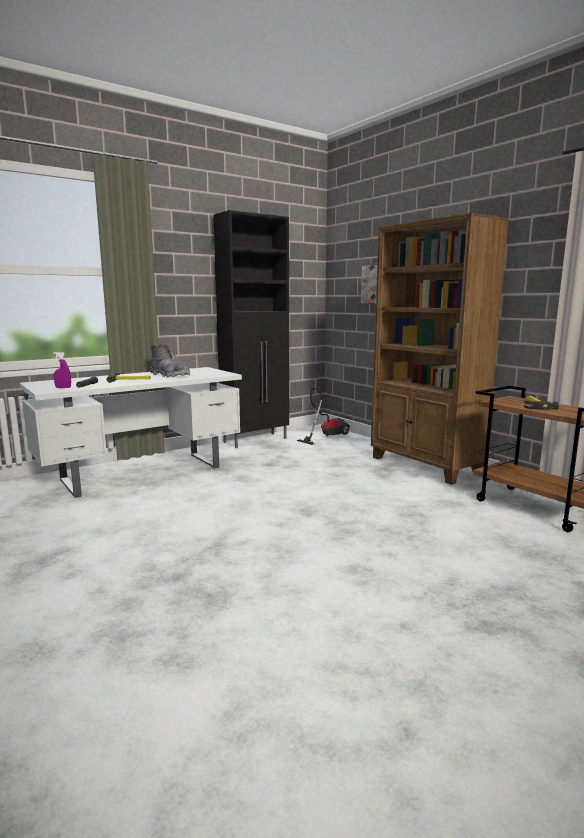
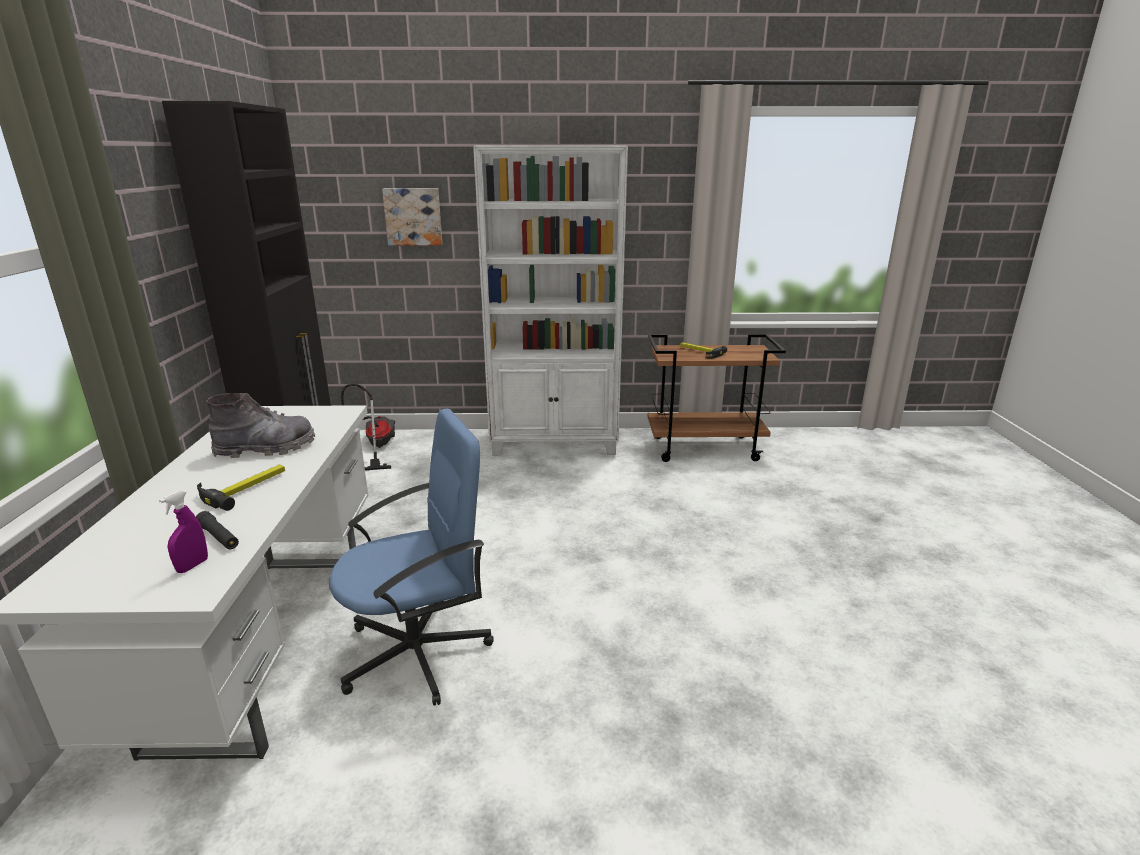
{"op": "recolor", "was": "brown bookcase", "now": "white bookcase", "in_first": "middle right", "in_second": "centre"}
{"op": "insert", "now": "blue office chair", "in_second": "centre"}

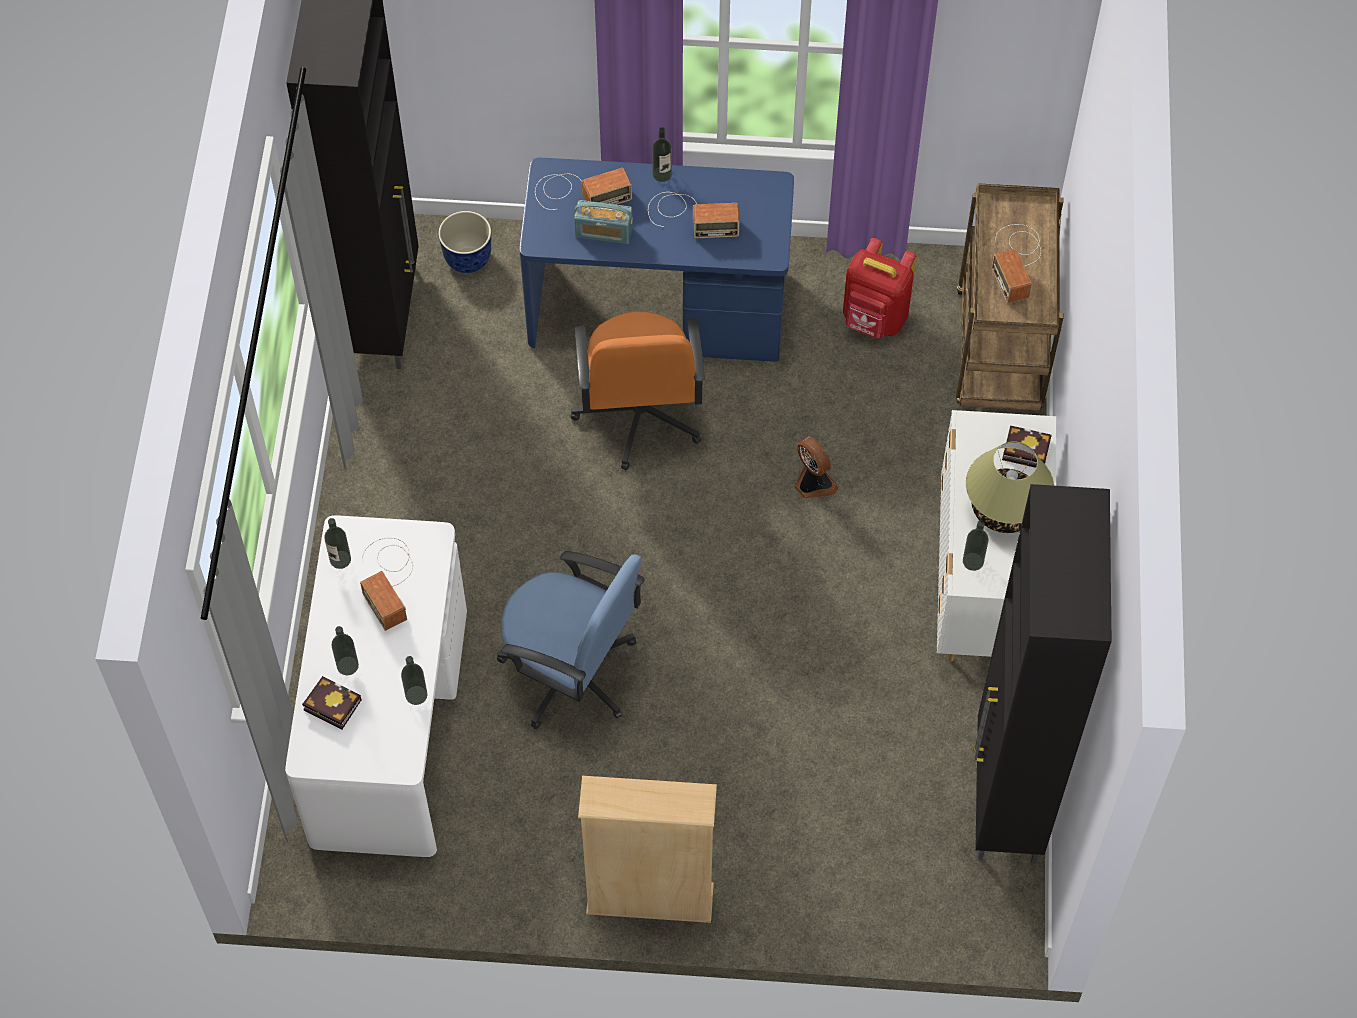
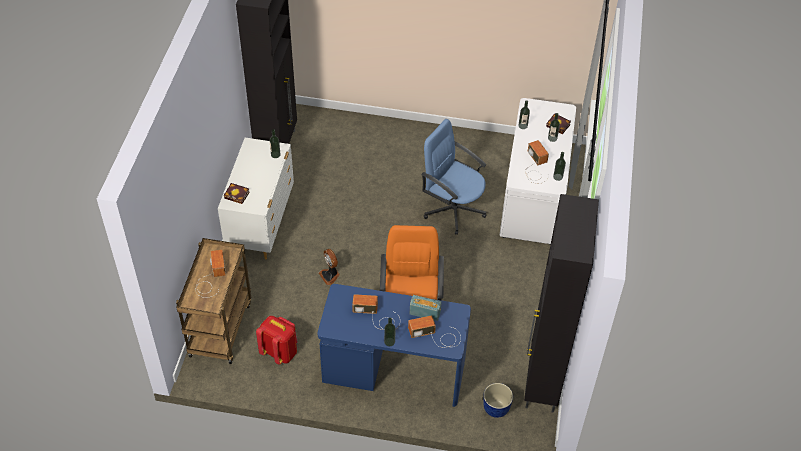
{"op": "delete", "was": "beige bookcase", "in_first": "bottom centre"}
{"op": "delete", "was": "table lamp", "in_first": "middle right"}

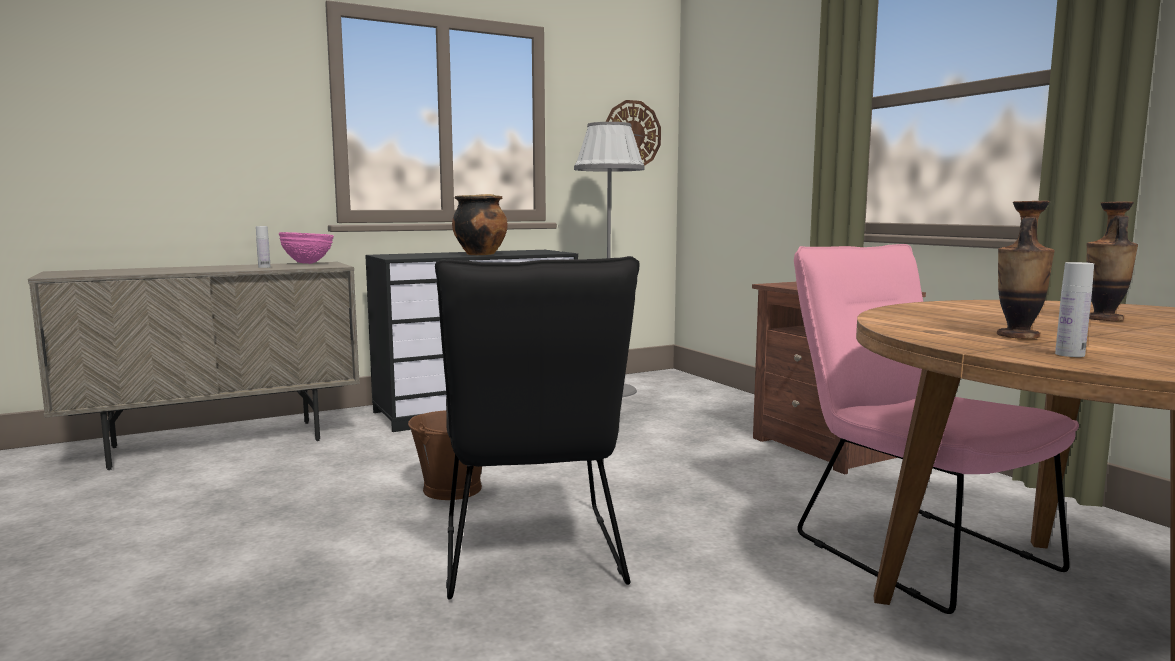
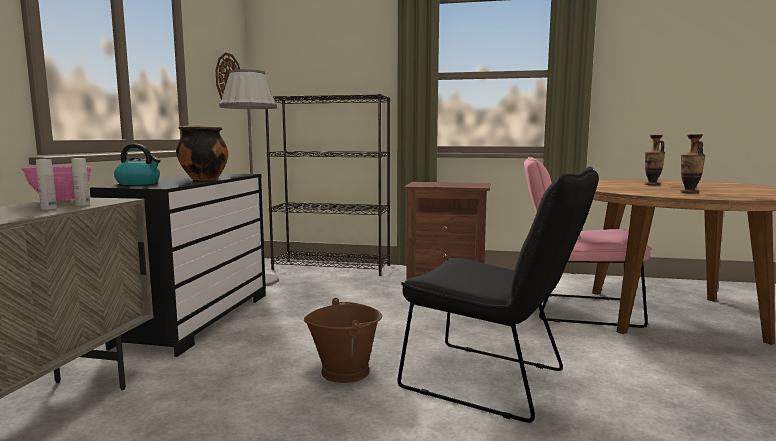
{"op": "move", "was": "white bottle (2nd from left)", "in_first": "middle right", "in_second": "middle left"}
{"op": "insert", "now": "kettle", "in_second": "middle left"}
{"op": "insert", "now": "black bookcase", "in_second": "centre"}

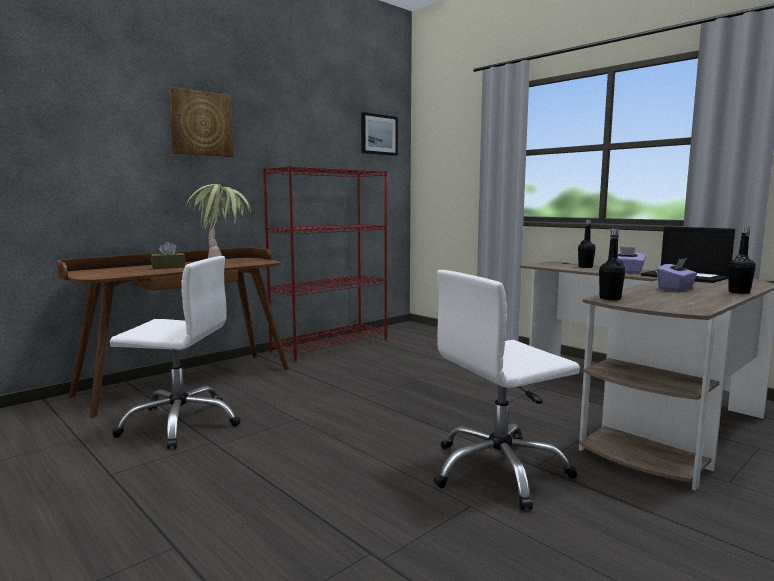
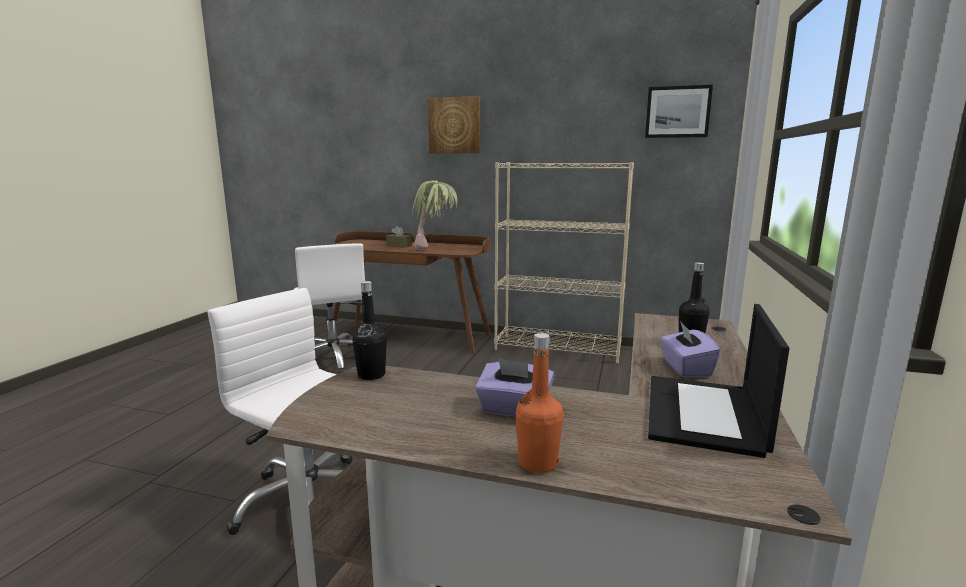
{"op": "recolor", "was": "red bookcase", "now": "beige bookcase", "in_first": "centre", "in_second": "centre"}
{"op": "recolor", "was": "black bottle (3rd from left)", "now": "orange bottle", "in_first": "middle right", "in_second": "bottom centre"}

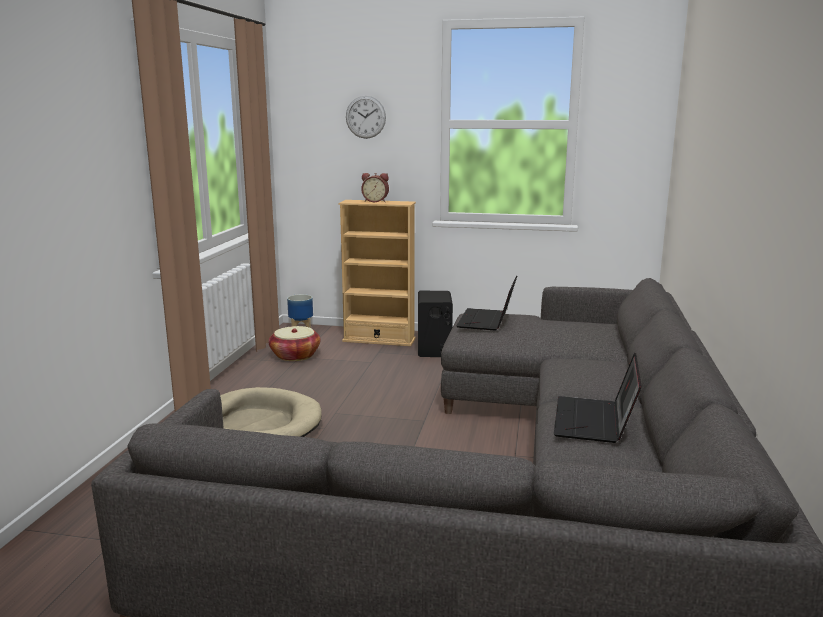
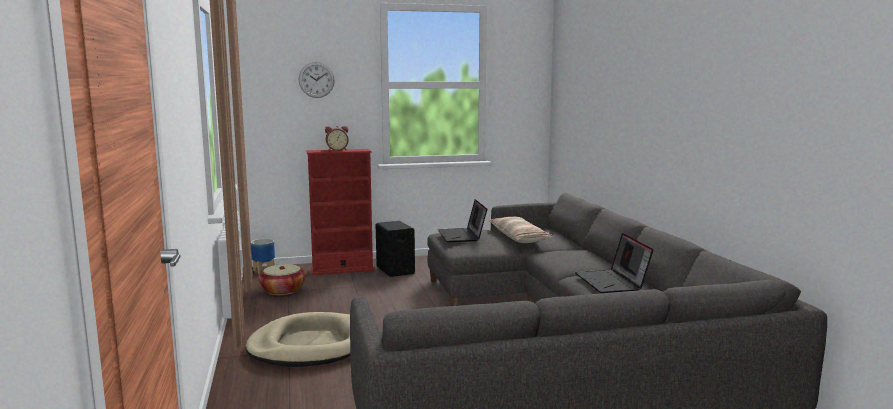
{"op": "recolor", "was": "beige bookcase", "now": "red bookcase", "in_first": "centre", "in_second": "centre"}
{"op": "insert", "now": "pillow", "in_second": "centre"}

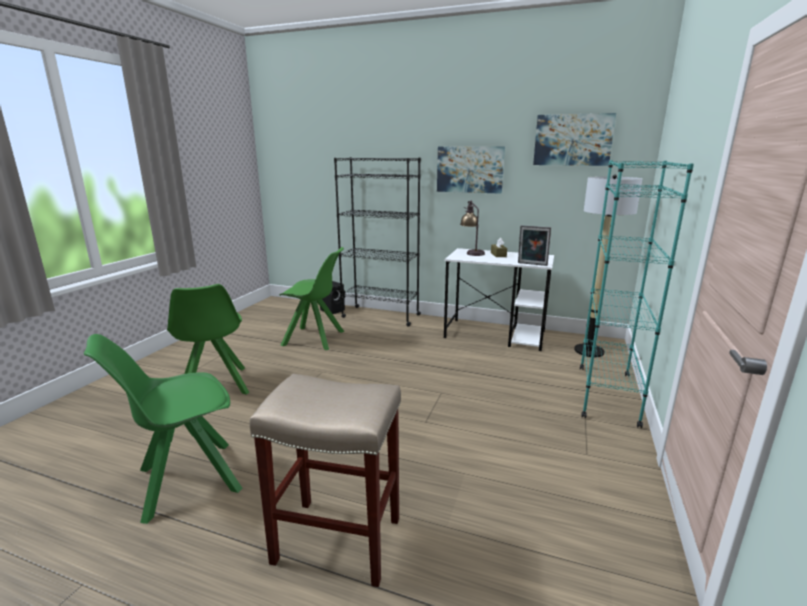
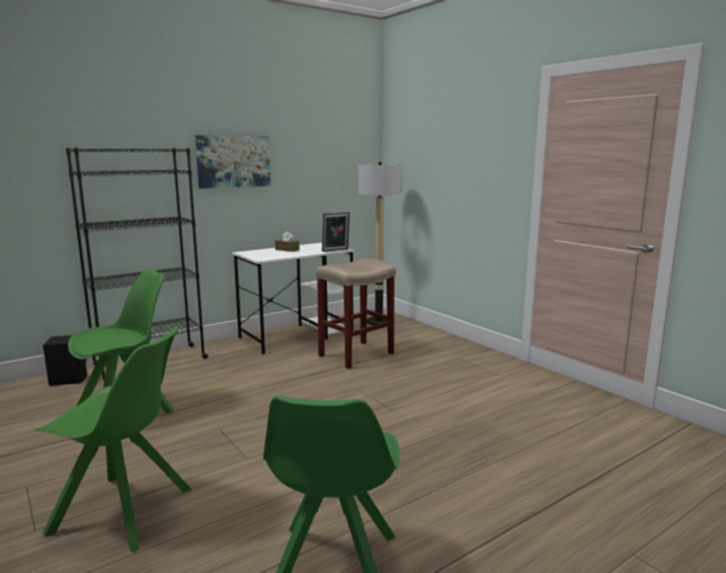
{"op": "move", "was": "beige stool", "in_first": "bottom centre", "in_second": "centre"}
{"op": "delete", "was": "table lamp", "in_first": "centre"}
{"op": "delete", "was": "picture (2nd from left)", "in_first": "top right"}
{"op": "delete", "was": "turquoise bookcase", "in_first": "middle right"}

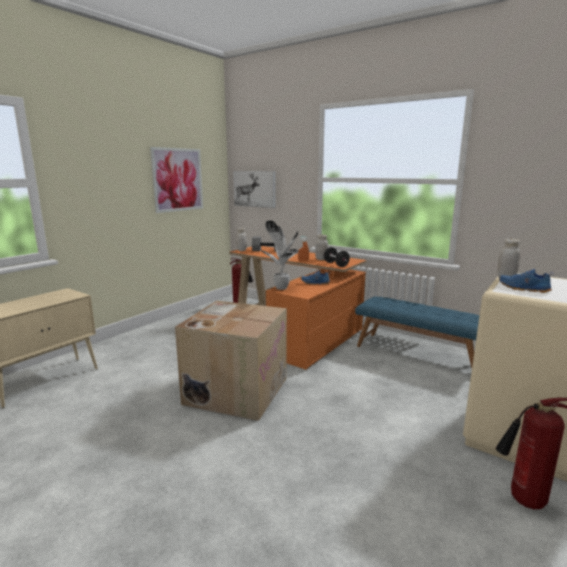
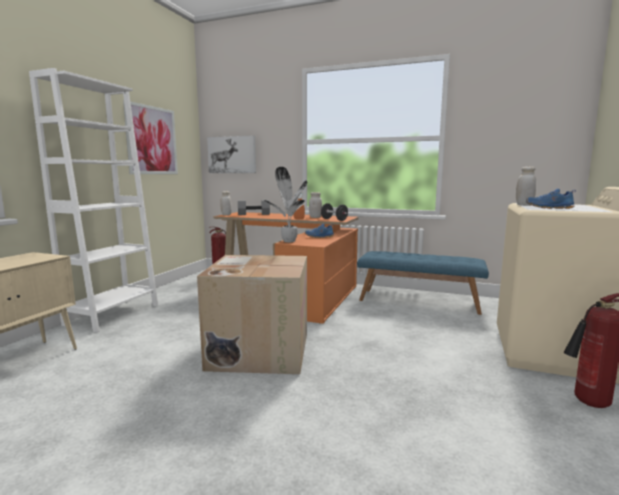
{"op": "insert", "now": "white bookcase", "in_second": "middle left"}

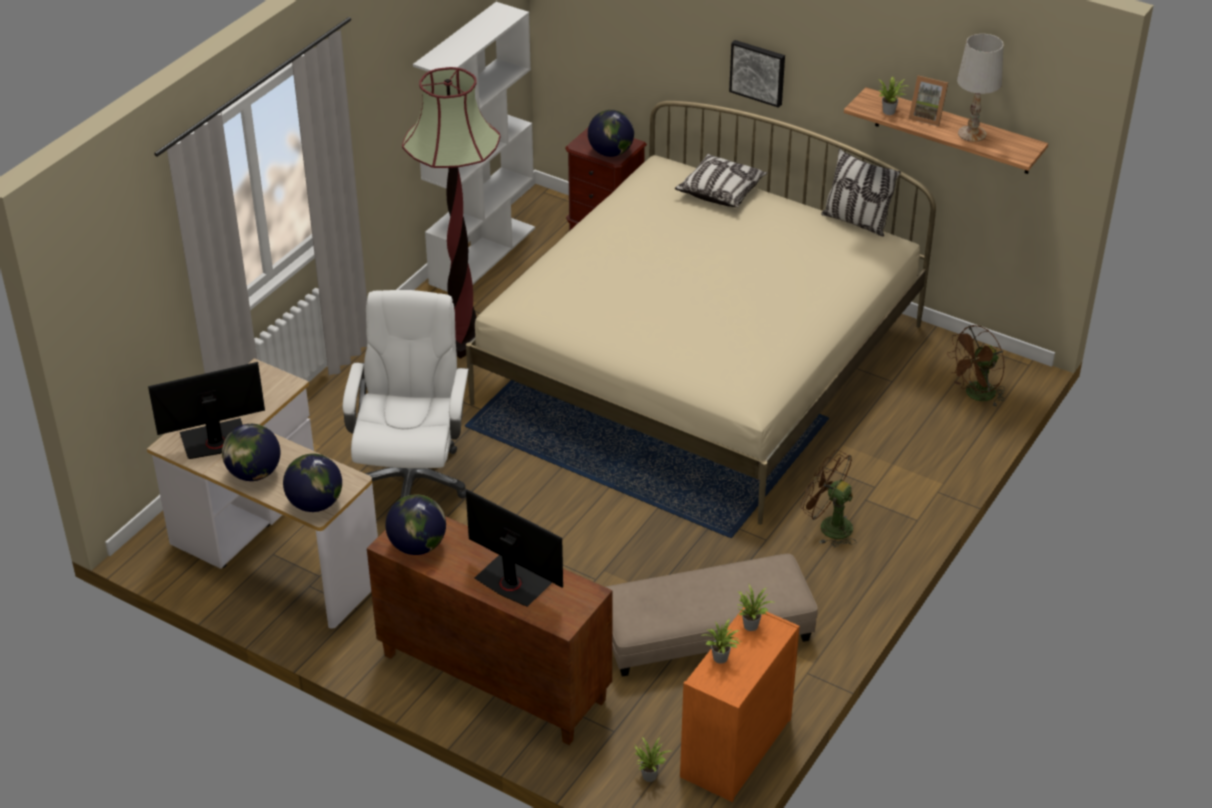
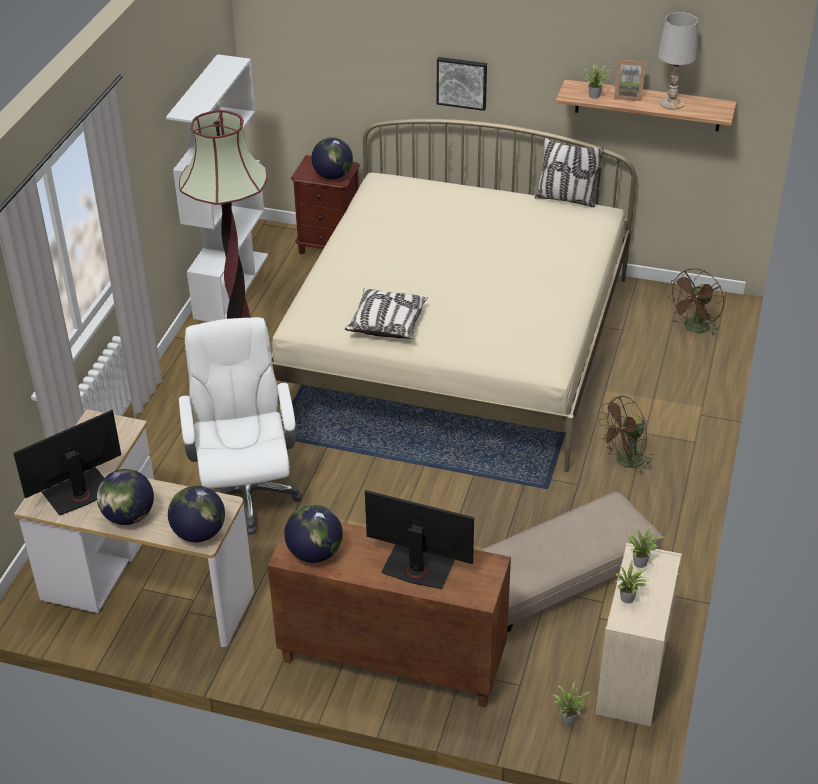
{"op": "move", "was": "pillow (1st from left)", "in_first": "top centre", "in_second": "centre"}
{"op": "recolor", "was": "orange dresser", "now": "beige dresser", "in_first": "bottom centre", "in_second": "bottom right"}
{"op": "rotate", "was": "brown fan (1st from left)", "in_first": "middle right", "in_second": "middle right", "clockwise": -45}

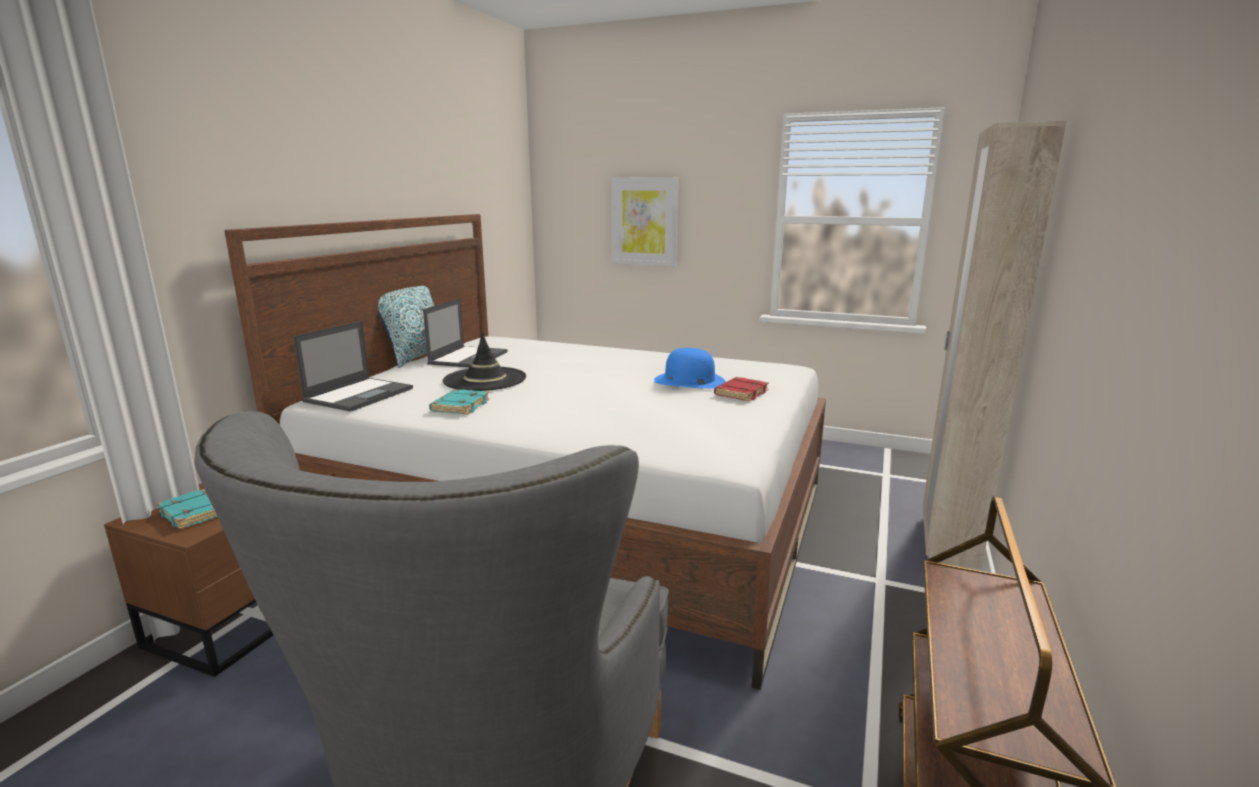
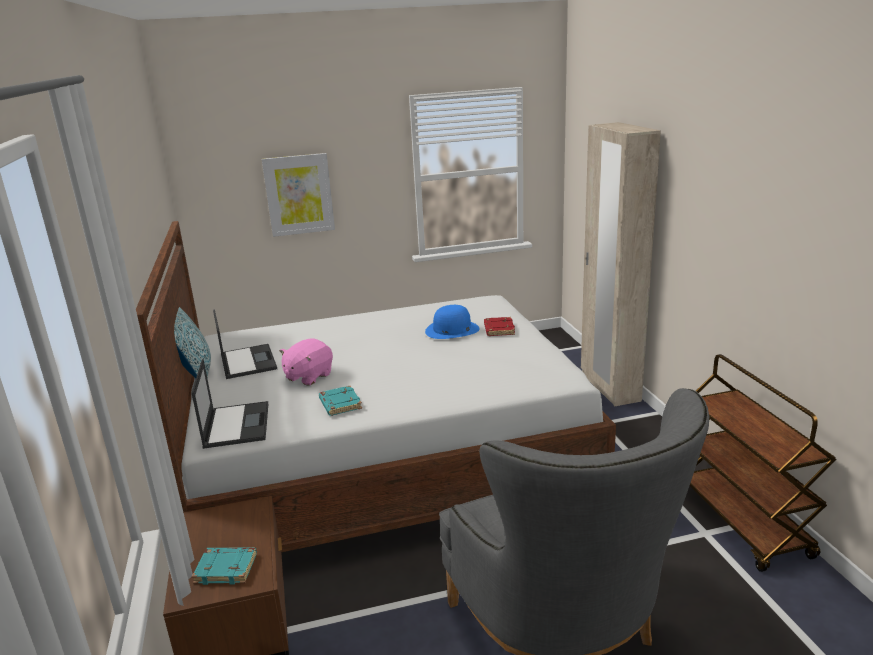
{"op": "replace", "was": "black hat", "now": "pink plush toy", "in_first": "centre", "in_second": "centre"}

